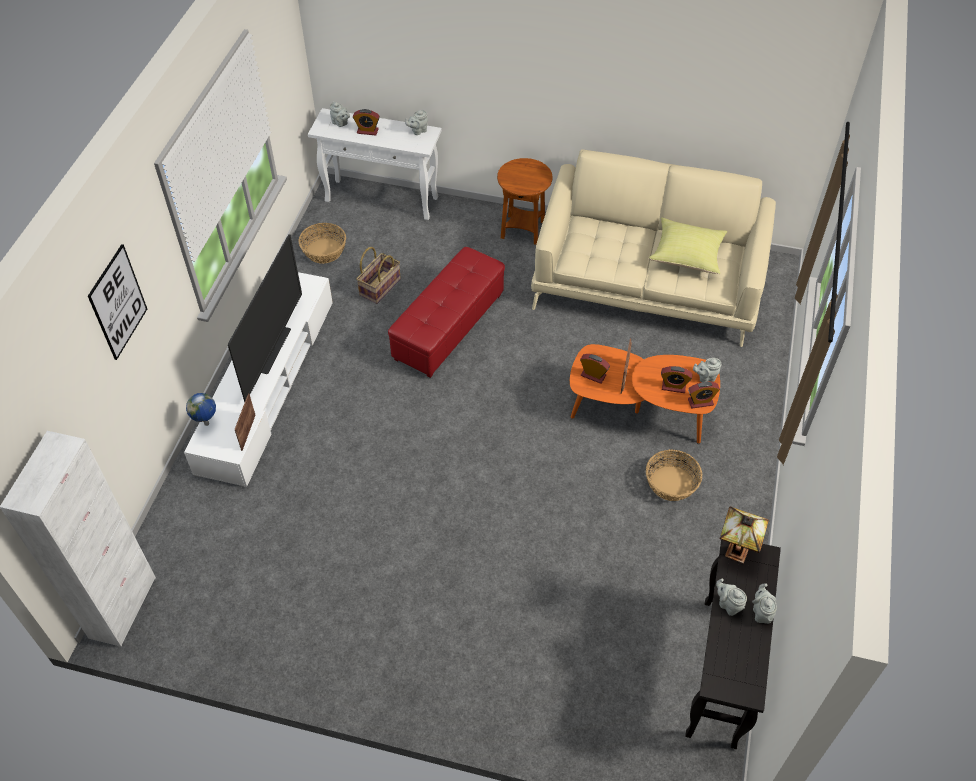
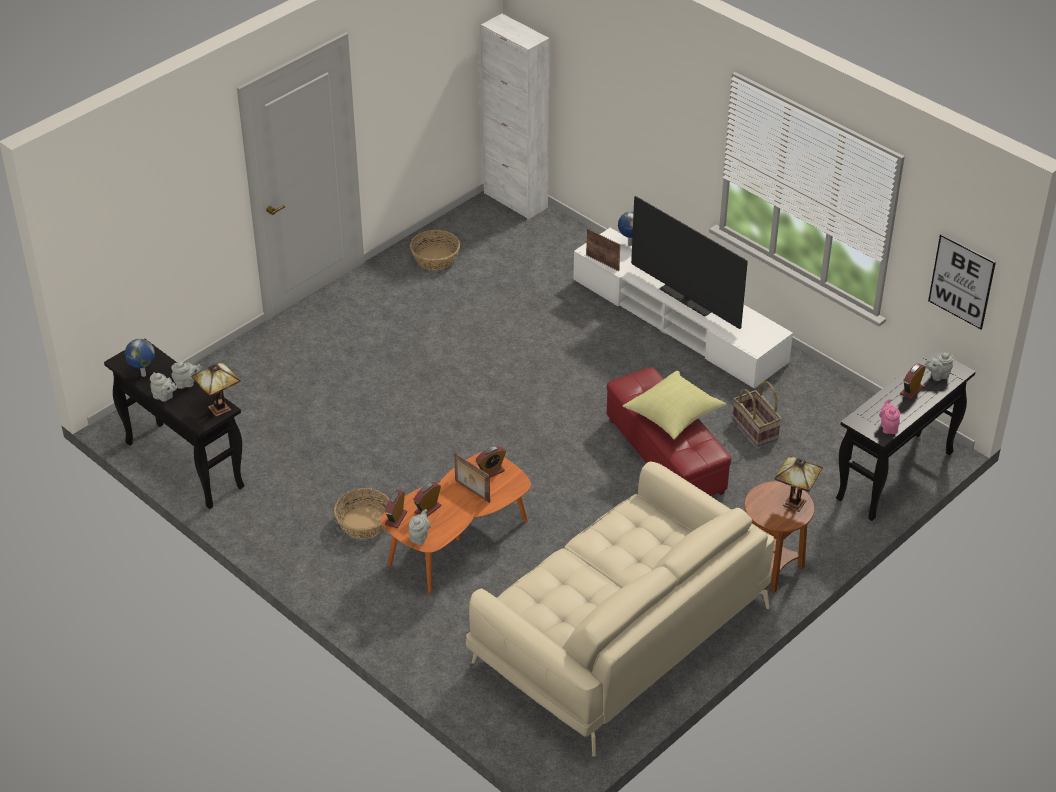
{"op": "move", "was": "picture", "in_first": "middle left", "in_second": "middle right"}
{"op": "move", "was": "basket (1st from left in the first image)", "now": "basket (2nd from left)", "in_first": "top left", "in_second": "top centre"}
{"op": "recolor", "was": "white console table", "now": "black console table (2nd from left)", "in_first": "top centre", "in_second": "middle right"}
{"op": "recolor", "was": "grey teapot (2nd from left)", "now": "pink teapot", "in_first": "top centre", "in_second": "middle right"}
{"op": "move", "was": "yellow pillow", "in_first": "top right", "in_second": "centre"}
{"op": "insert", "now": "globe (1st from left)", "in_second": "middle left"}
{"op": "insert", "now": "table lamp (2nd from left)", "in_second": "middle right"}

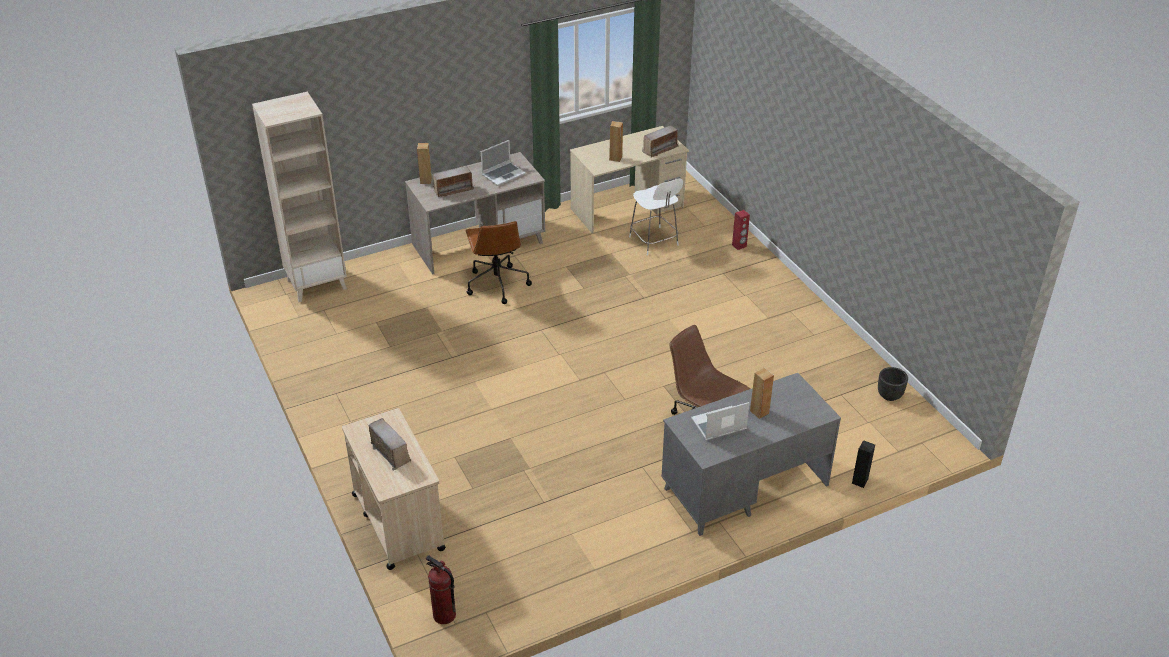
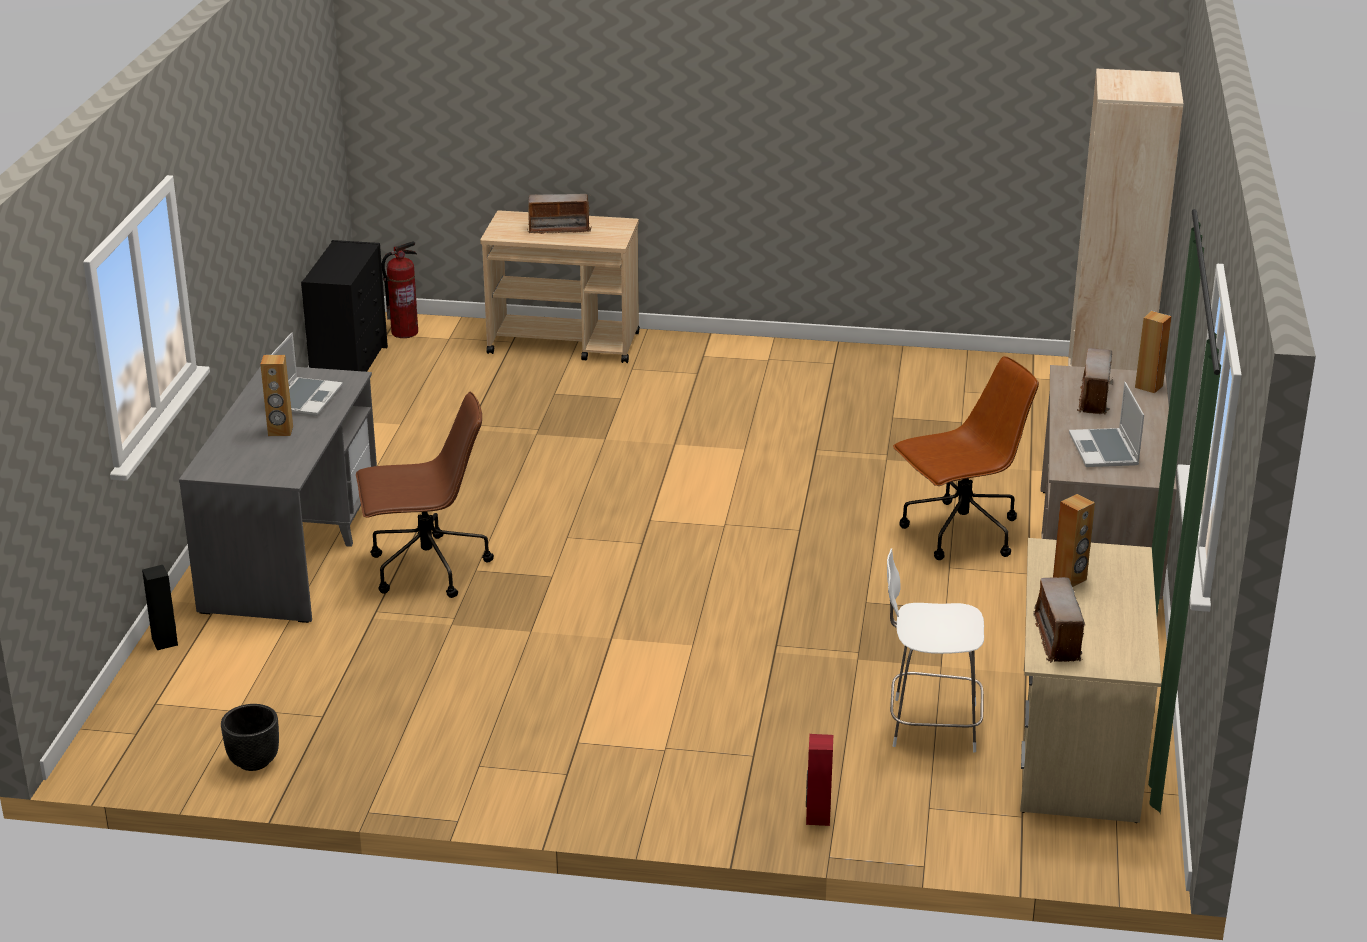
{"op": "rotate", "was": "brown office chair (1st from left in the first image)", "in_first": "centre", "in_second": "middle right", "clockwise": 135}
{"op": "insert", "now": "black dresser", "in_second": "top left"}

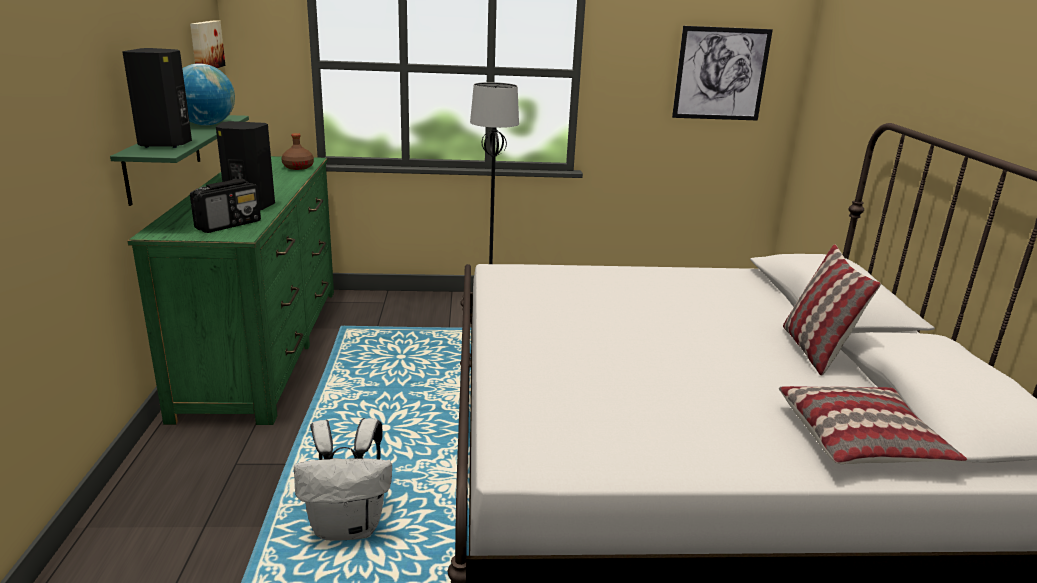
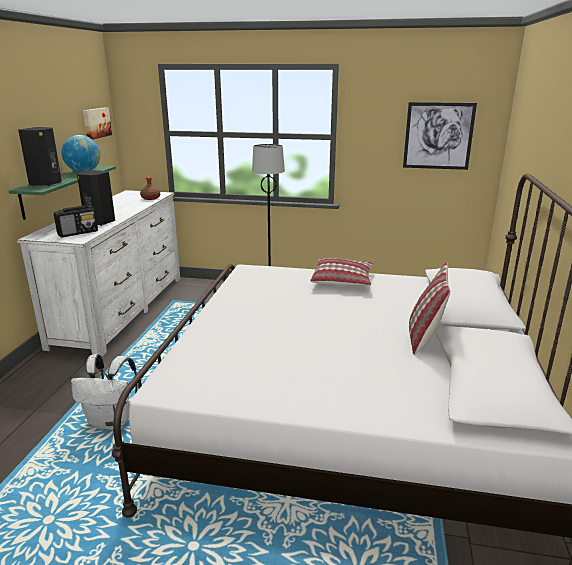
{"op": "recolor", "was": "green dresser", "now": "white dresser", "in_first": "middle left", "in_second": "middle left"}
{"op": "move", "was": "pillow (2nd from left in the first image)", "now": "pillow (1st from left)", "in_first": "bottom right", "in_second": "centre"}

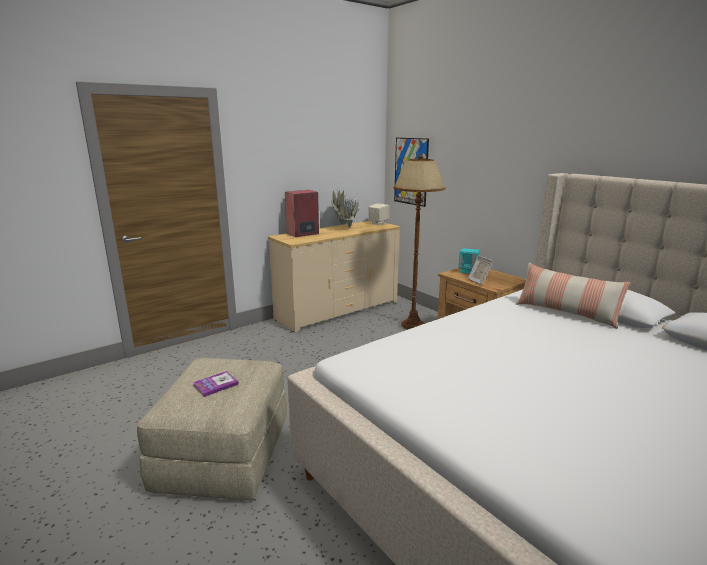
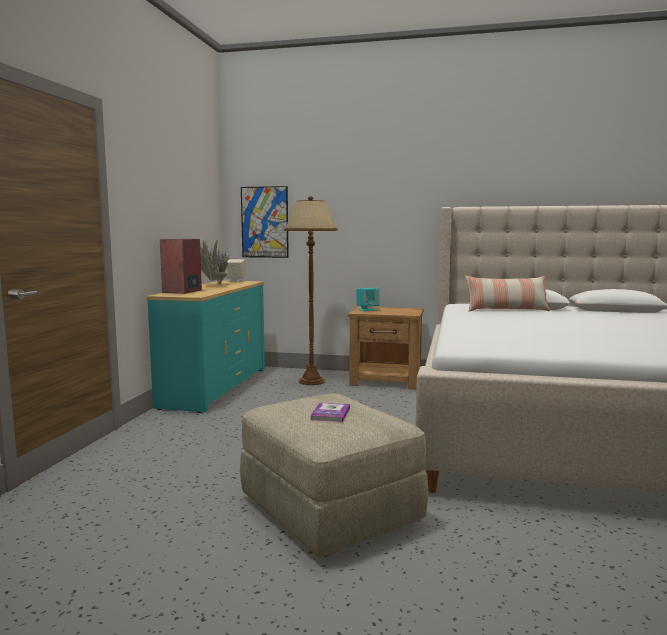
{"op": "recolor", "was": "beige dresser", "now": "turquoise dresser", "in_first": "centre", "in_second": "middle left"}
{"op": "delete", "was": "picture frame", "in_first": "middle right"}

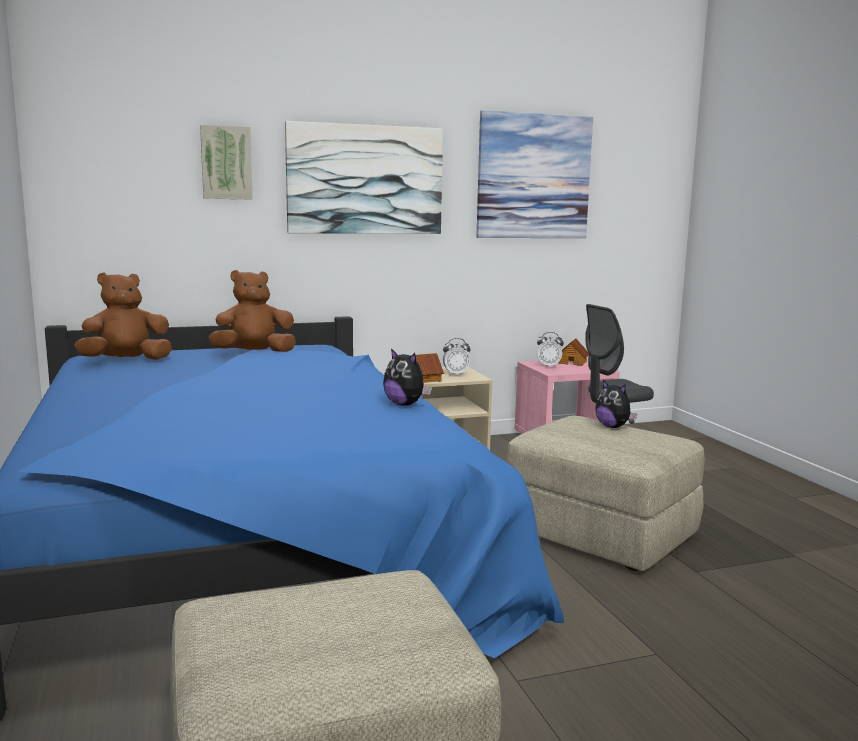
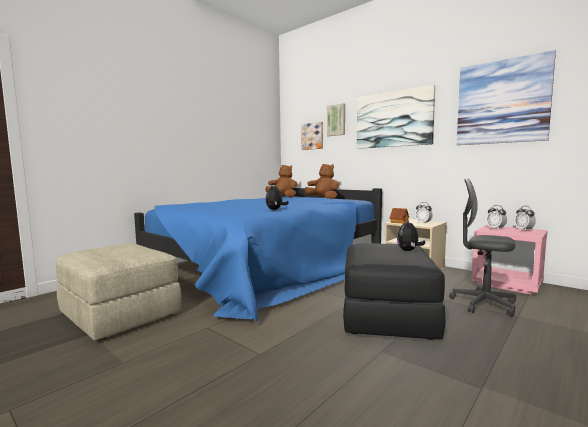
{"op": "recolor", "was": "beige ottoman (2nd from left)", "now": "black ottoman", "in_first": "middle right", "in_second": "bottom right"}
{"op": "replace", "was": "toy house (2nd from left)", "now": "alarm clock (3rd from left)", "in_first": "middle right", "in_second": "middle right"}
{"op": "insert", "now": "picture (1st from left)", "in_second": "top centre"}

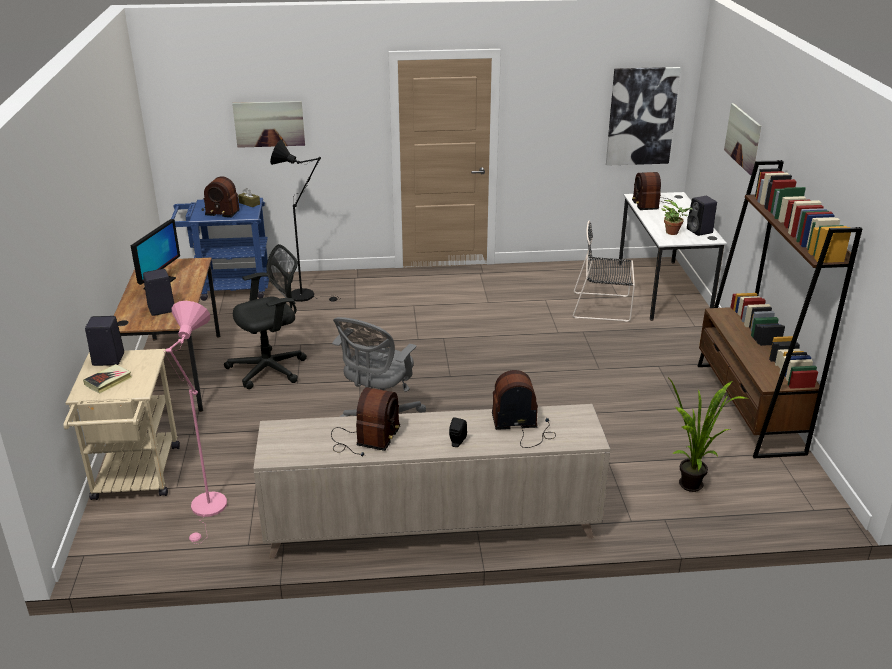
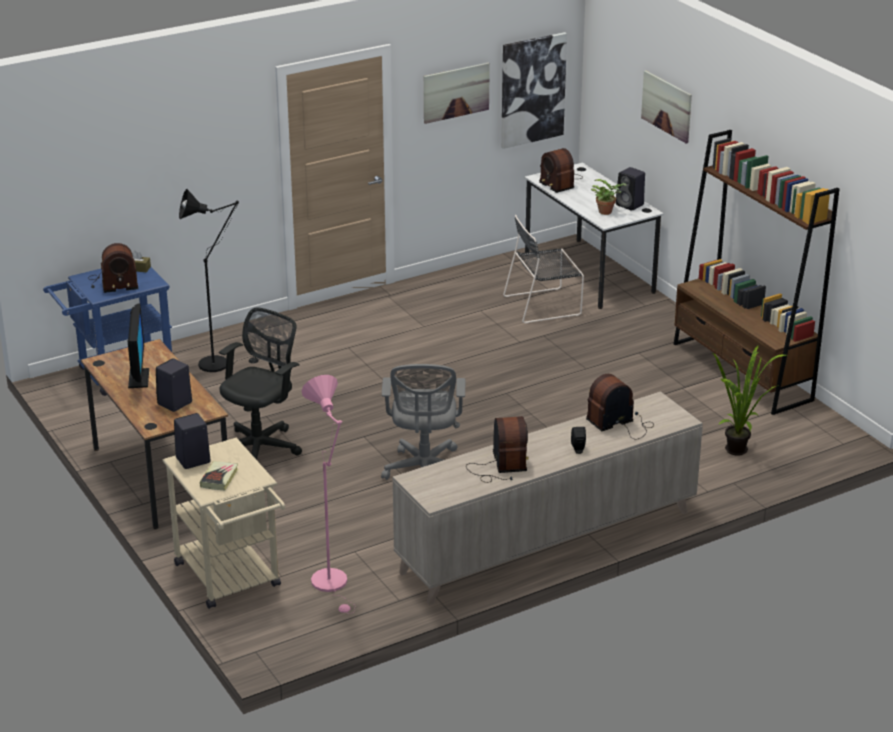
{"op": "move", "was": "picture (1st from left)", "in_first": "top left", "in_second": "top centre"}

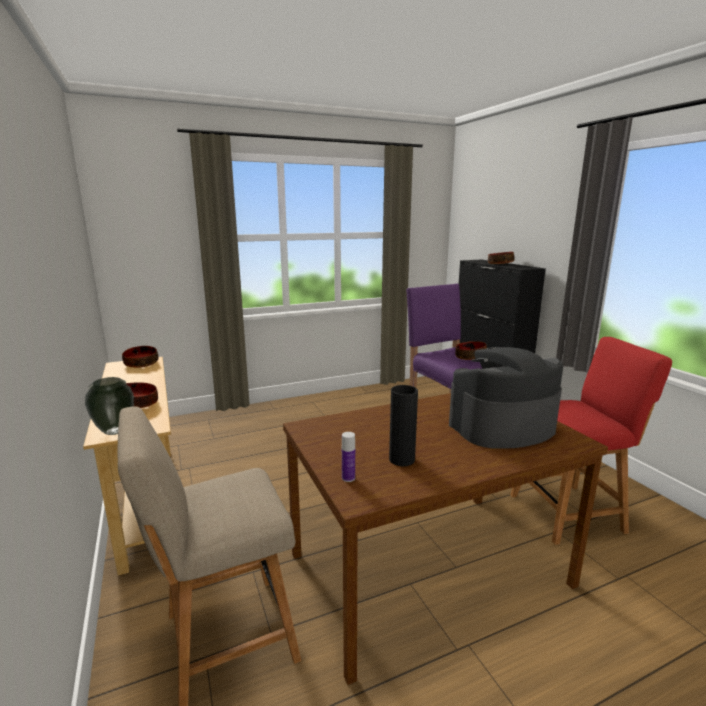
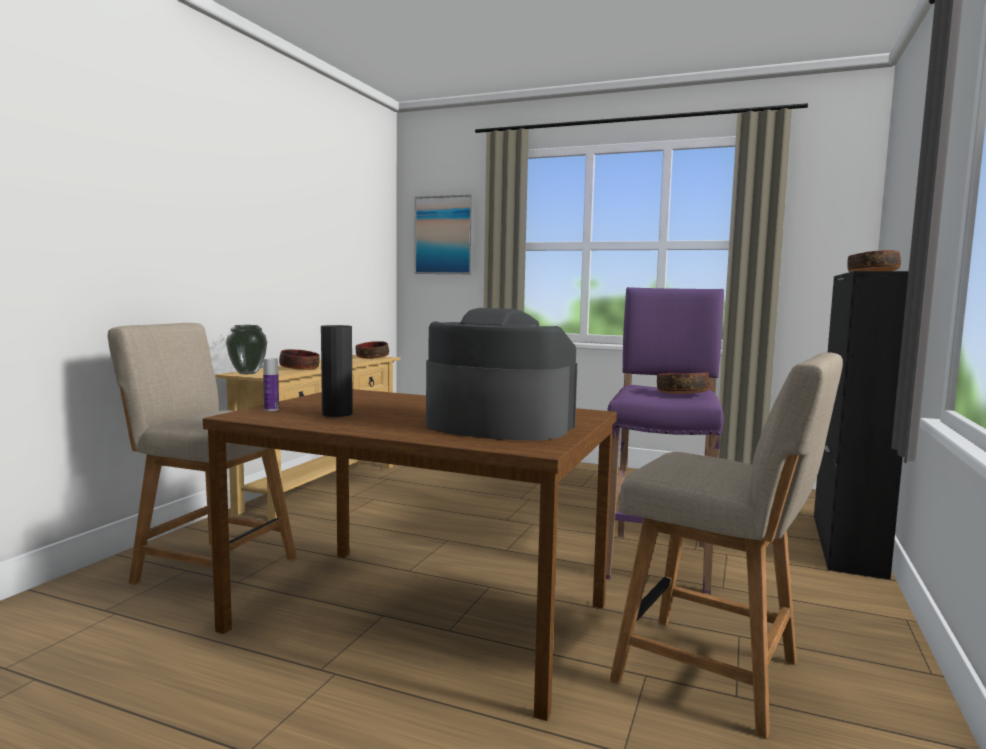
{"op": "recolor", "was": "red chair", "now": "beige chair (2nd from left)", "in_first": "middle right", "in_second": "bottom right"}
{"op": "insert", "now": "picture", "in_second": "top centre"}

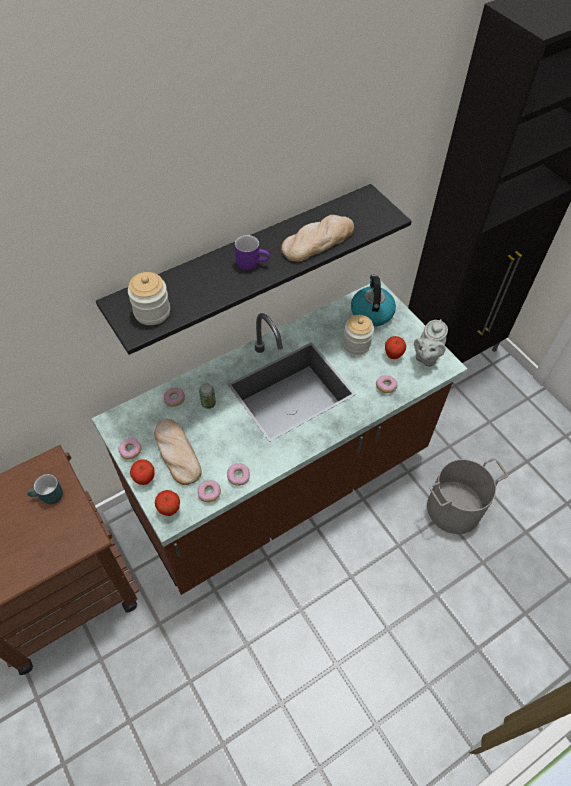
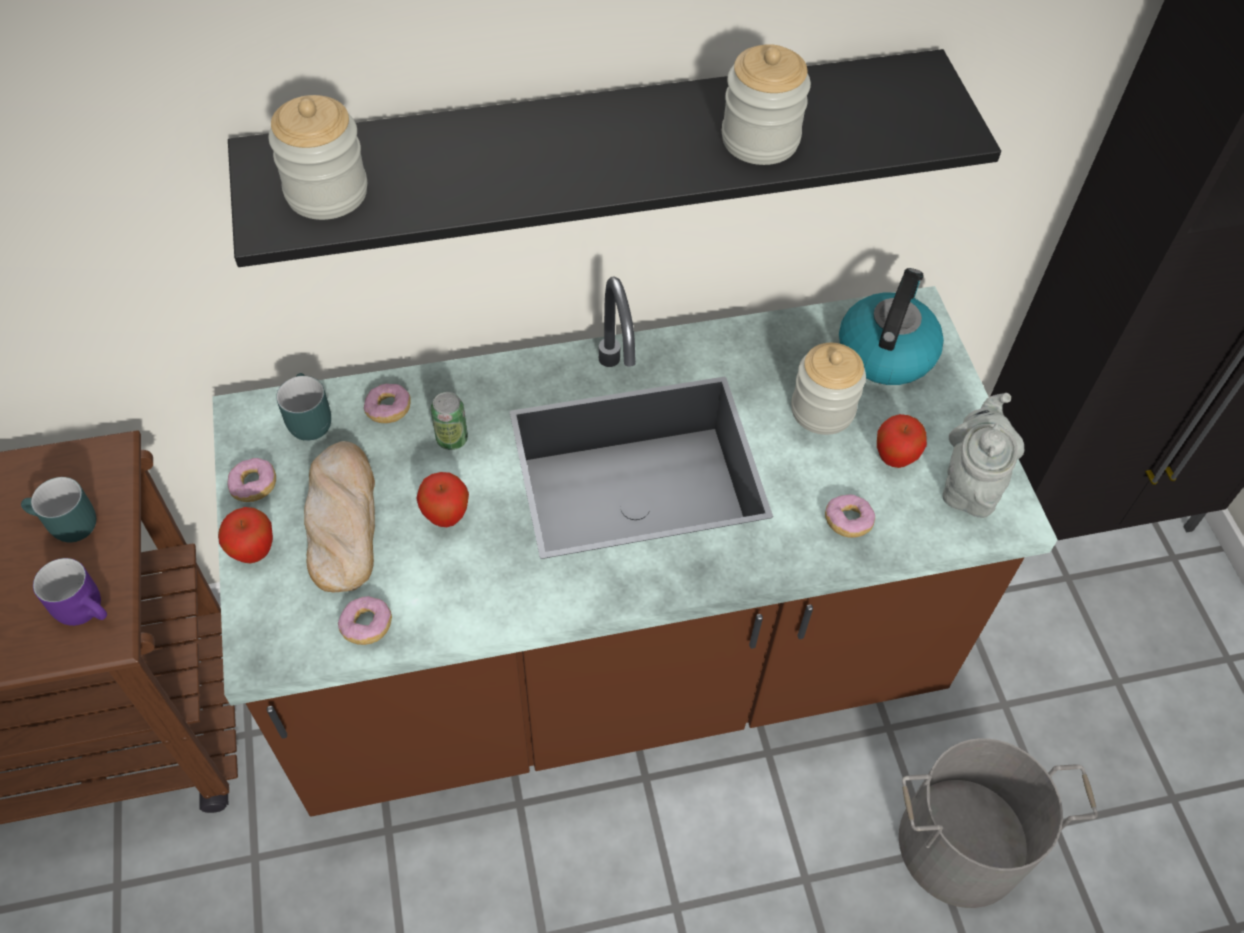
{"op": "move", "was": "apple (2nd from left)", "in_first": "middle left", "in_second": "centre"}
{"op": "delete", "was": "donut (4th from left)", "in_first": "centre"}
{"op": "move", "was": "purple mug", "in_first": "top centre", "in_second": "middle left"}
{"op": "replace", "was": "bread (2nd from left)", "now": "jar (2nd from left)", "in_first": "top centre", "in_second": "top centre"}
{"op": "rotate", "was": "grey teapot", "in_first": "middle right", "in_second": "middle right", "clockwise": 150}
{"op": "insert", "now": "turquoise mug (2nd from left)", "in_second": "middle left"}

